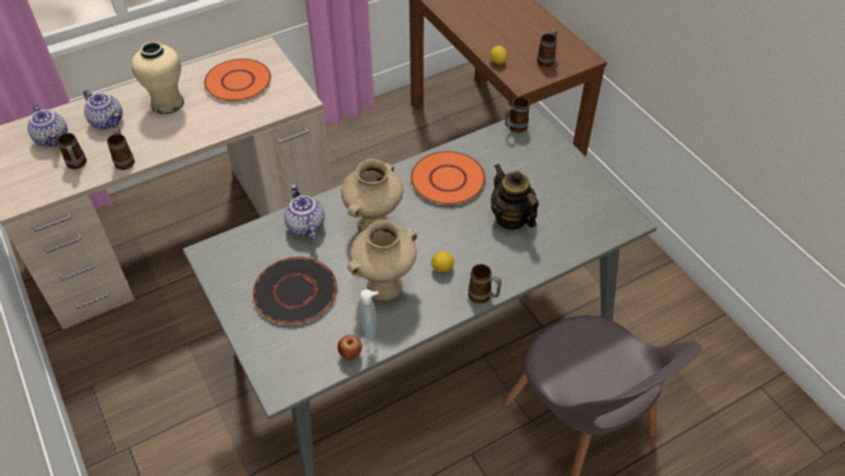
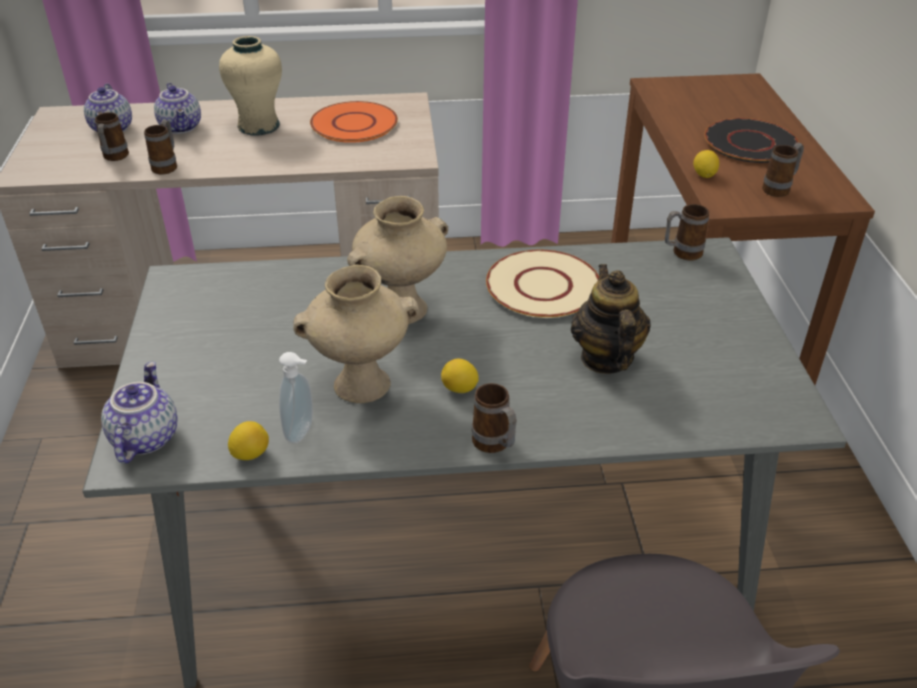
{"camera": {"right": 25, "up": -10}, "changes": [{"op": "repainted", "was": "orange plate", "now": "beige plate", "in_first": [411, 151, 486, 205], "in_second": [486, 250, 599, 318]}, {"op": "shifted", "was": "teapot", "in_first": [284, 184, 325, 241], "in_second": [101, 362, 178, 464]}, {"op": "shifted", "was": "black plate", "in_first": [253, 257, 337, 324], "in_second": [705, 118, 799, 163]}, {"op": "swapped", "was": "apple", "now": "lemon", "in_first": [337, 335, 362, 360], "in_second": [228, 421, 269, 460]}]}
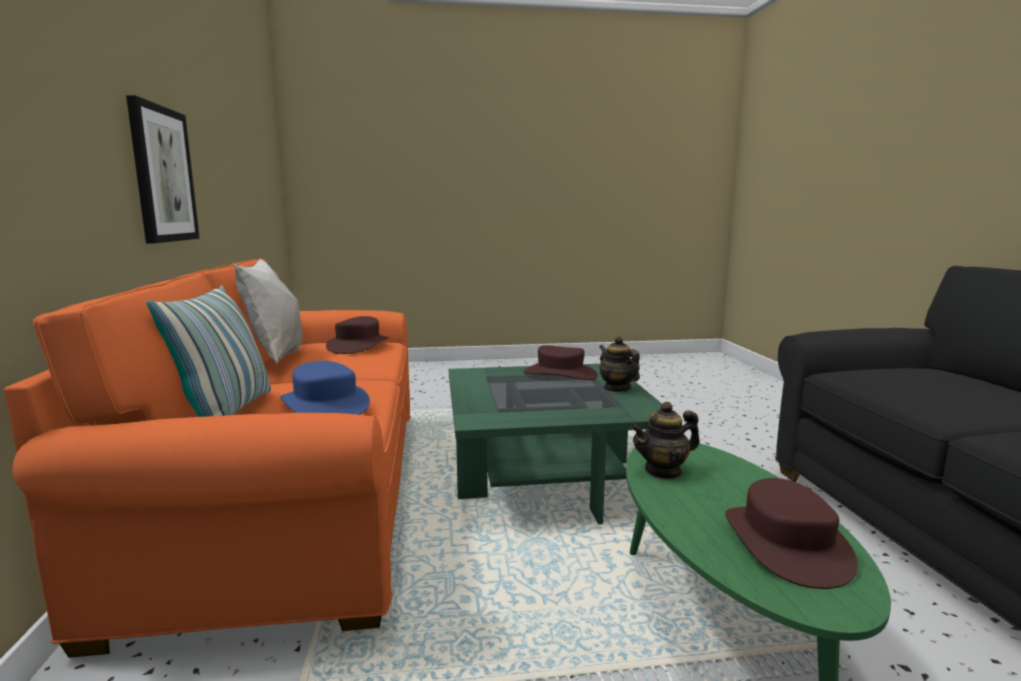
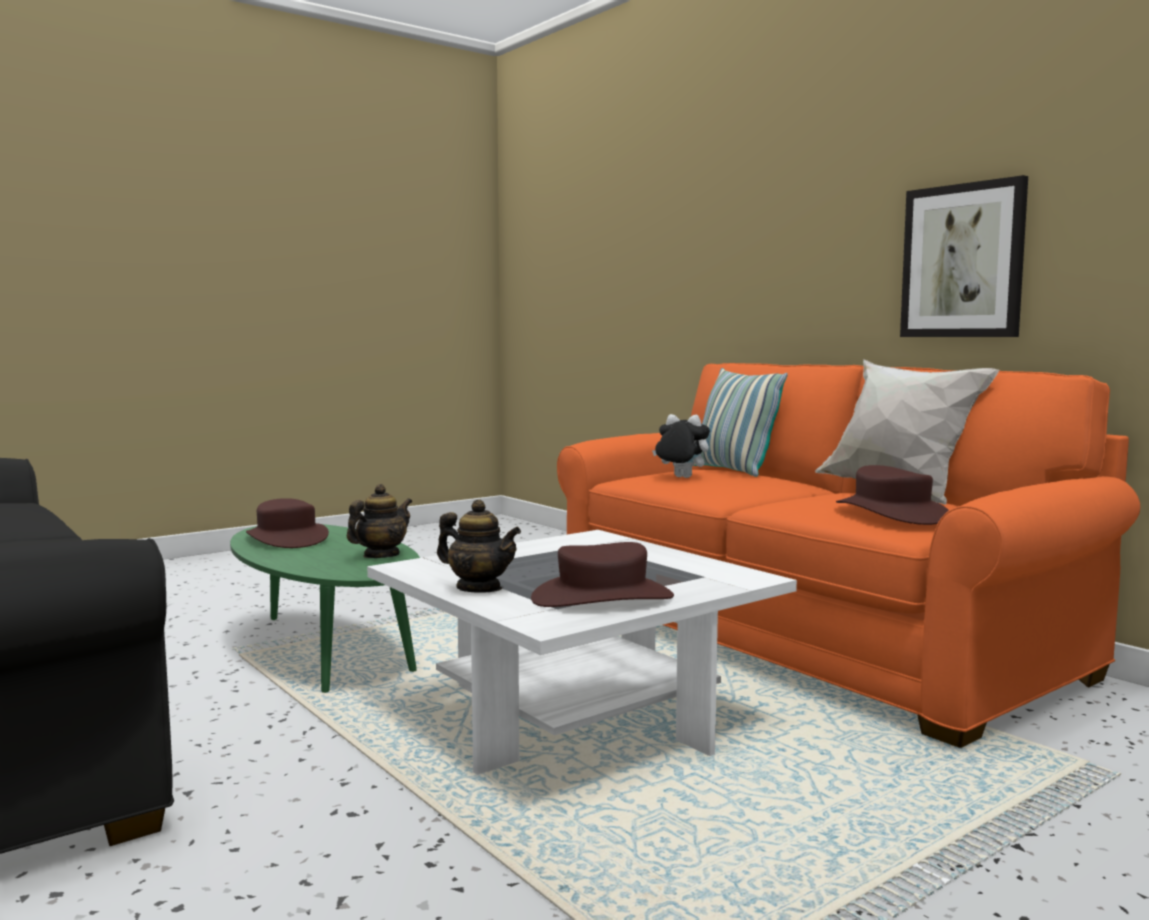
{"camera": {"right": 150, "up": -5}, "changes": [{"op": "swapped", "was": "blue hat", "now": "plush toy", "in_first": [280, 361, 370, 415], "in_second": [652, 414, 710, 478]}, {"op": "repainted", "was": "green coffee table", "now": "white coffee table", "in_first": [449, 364, 662, 524], "in_second": [367, 530, 797, 775]}]}
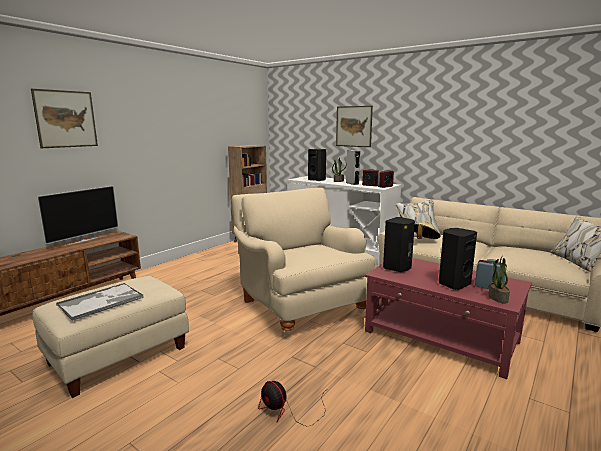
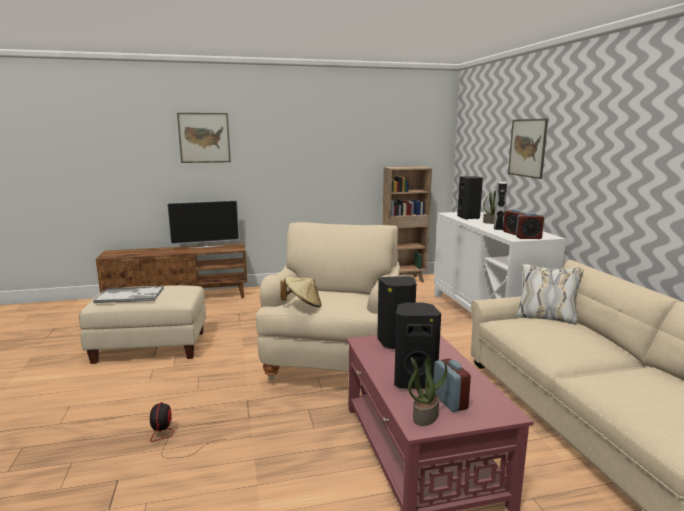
{"camera": {"right": 40, "up": 0}, "changes": [{"op": "shifted", "was": "beige hat", "in_first": [414, 221, 441, 239], "in_second": [280, 277, 322, 308]}]}
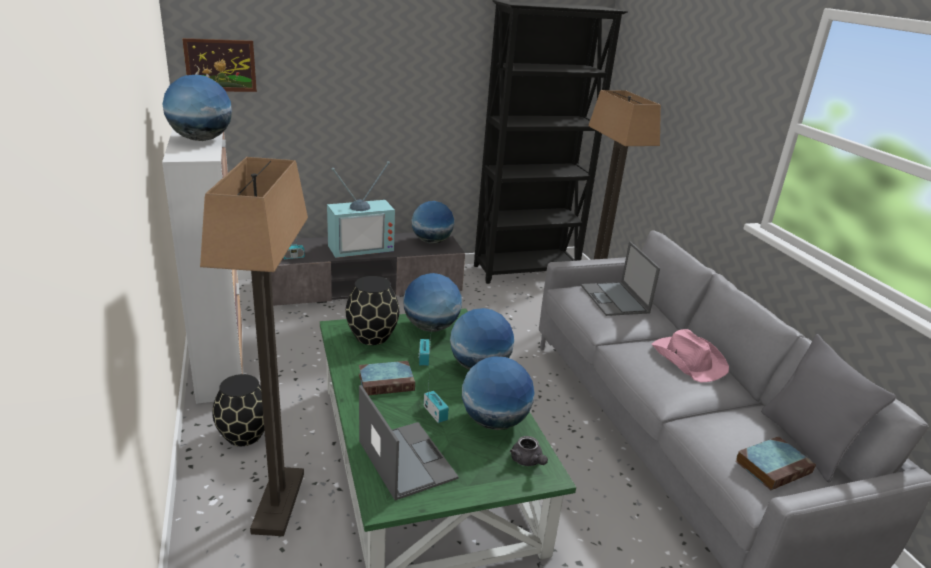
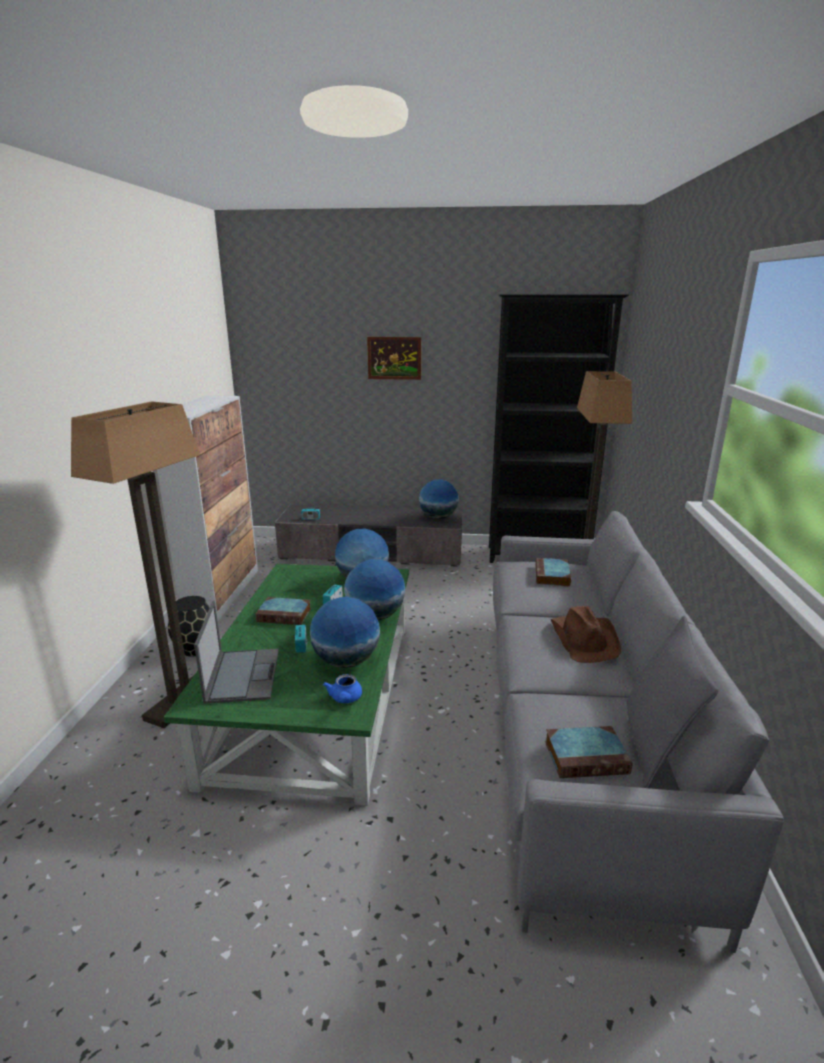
{"camera": {"right": 25, "up": -5}, "changes": [{"op": "shifted", "was": "picture", "in_first": [182, 38, 257, 92], "in_second": [367, 337, 421, 380]}, {"op": "gone", "was": "globe", "in_first": [162, 75, 232, 141]}, {"op": "gone", "was": "television", "in_first": [327, 161, 395, 258]}, {"op": "swapped", "was": "laptop", "now": "book", "in_first": [581, 241, 660, 316], "in_second": [535, 558, 571, 587]}, {"op": "gone", "was": "black vase", "in_first": [346, 276, 399, 345]}, {"op": "repainted", "was": "pink hat", "now": "brown hat", "in_first": [652, 329, 729, 382], "in_second": [551, 606, 621, 663]}, {"op": "repainted", "was": "grey teapot", "now": "blue teapot", "in_first": [510, 436, 548, 466], "in_second": [323, 674, 362, 703]}]}
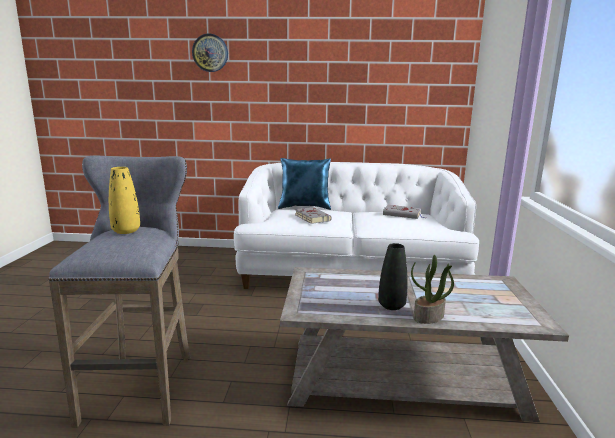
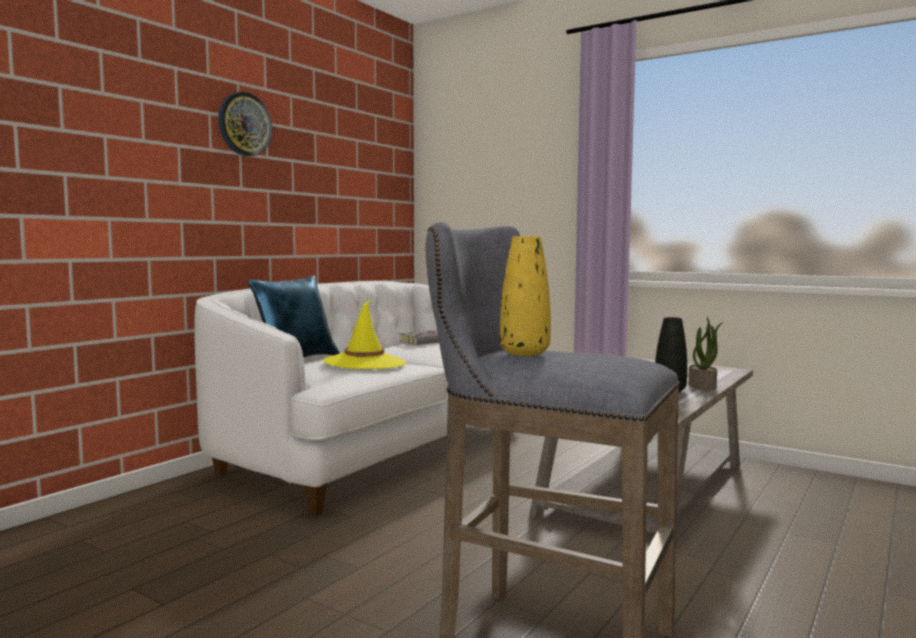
{"camera": {"right": -60, "up": -10}, "changes": [{"op": "shifted", "was": "wall clock", "in_first": [192, 34, 228, 72], "in_second": [218, 92, 272, 156]}, {"op": "swapped", "was": "grey book", "now": "yellow hat", "in_first": [295, 207, 332, 224], "in_second": [323, 300, 406, 369]}]}
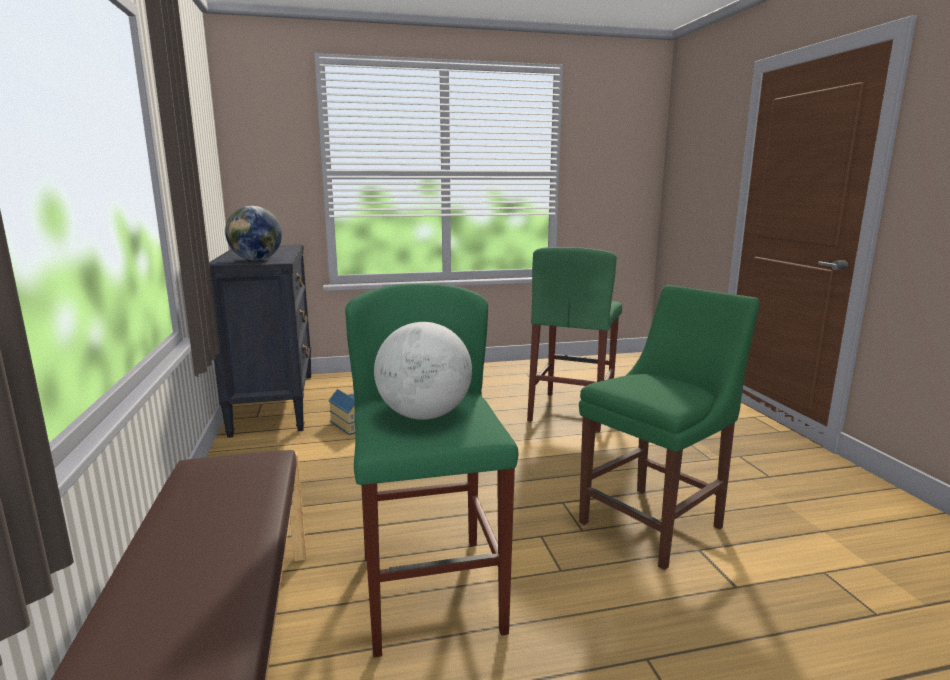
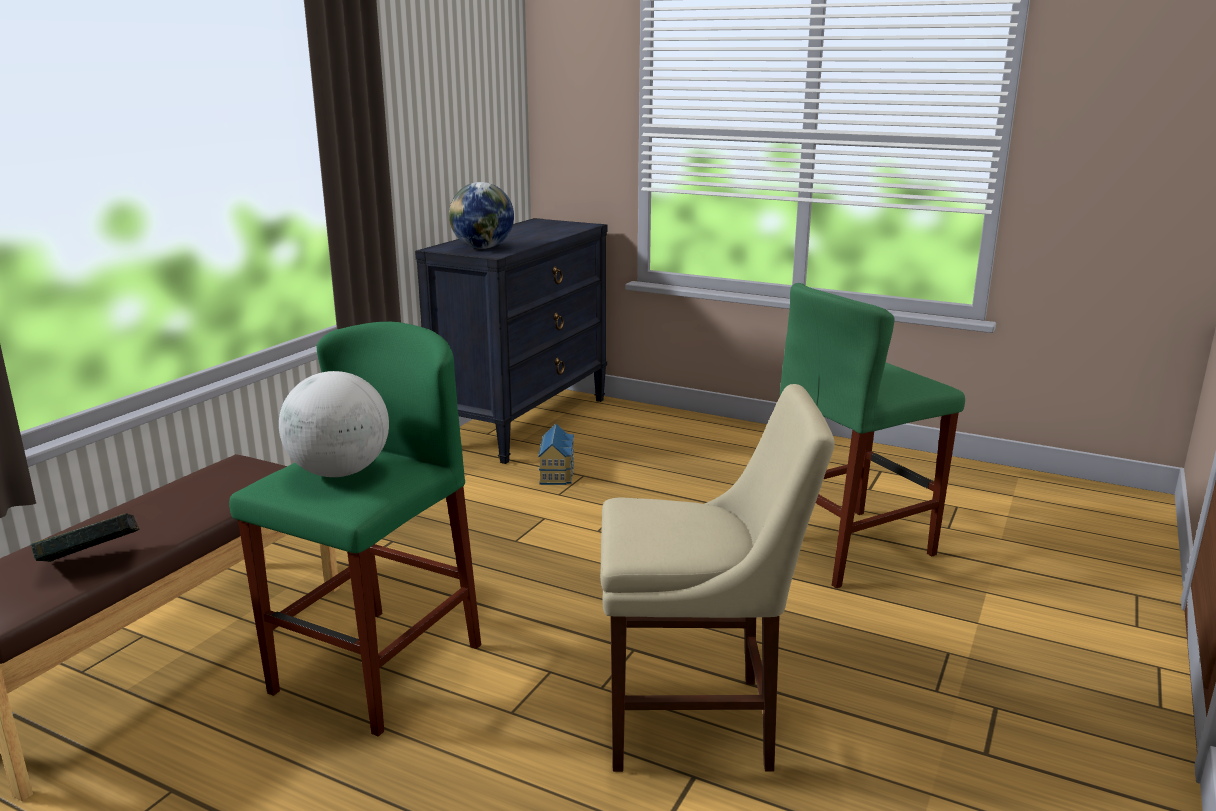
{"camera": {"right": 40, "up": 5}, "changes": [{"op": "repainted", "was": "green chair", "now": "beige chair", "in_first": [579, 285, 760, 570], "in_second": [600, 384, 835, 772]}, {"op": "new", "now": "book", "in_second": [30, 513, 139, 562]}]}
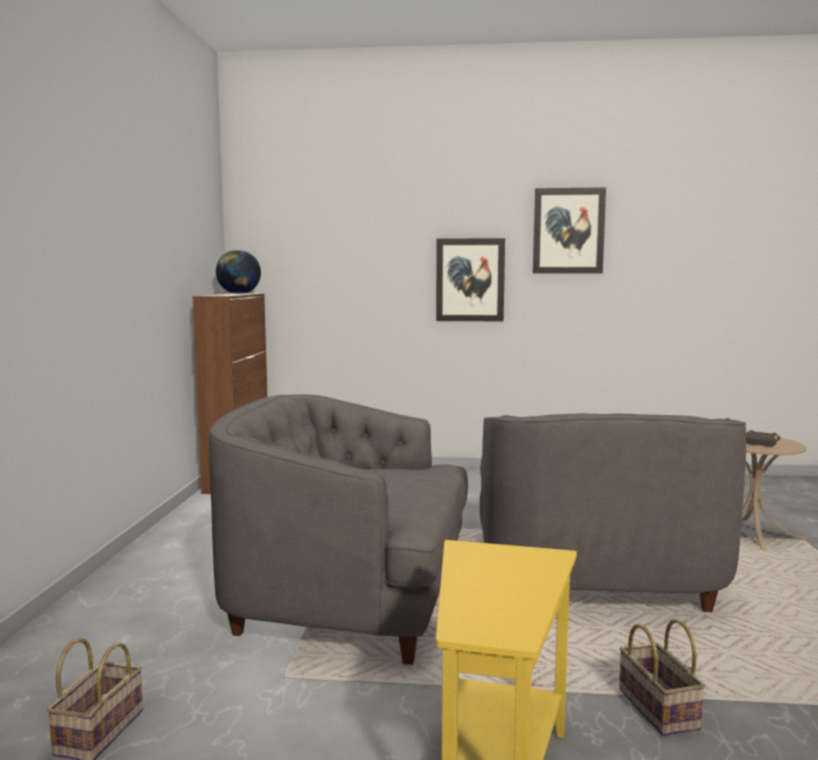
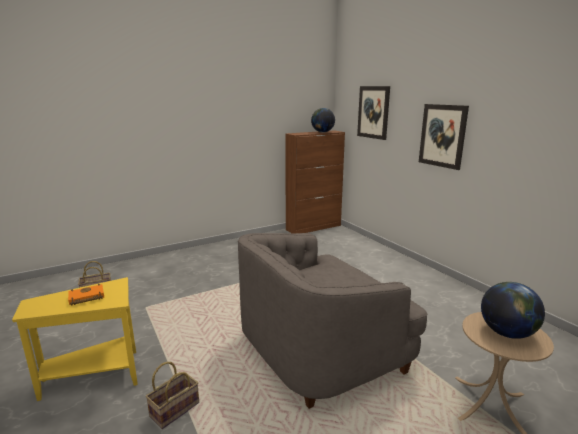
{"camera": {"right": 55, "up": 10}, "changes": [{"op": "shifted", "was": "picture", "in_first": [533, 187, 606, 274], "in_second": [357, 86, 390, 140]}, {"op": "gone", "was": "grey armchair", "in_first": [209, 394, 468, 665]}, {"op": "swapped", "was": "black book", "now": "globe", "in_first": [746, 430, 781, 447], "in_second": [481, 282, 545, 339]}, {"op": "new", "now": "orange book", "in_second": [68, 284, 104, 306]}]}
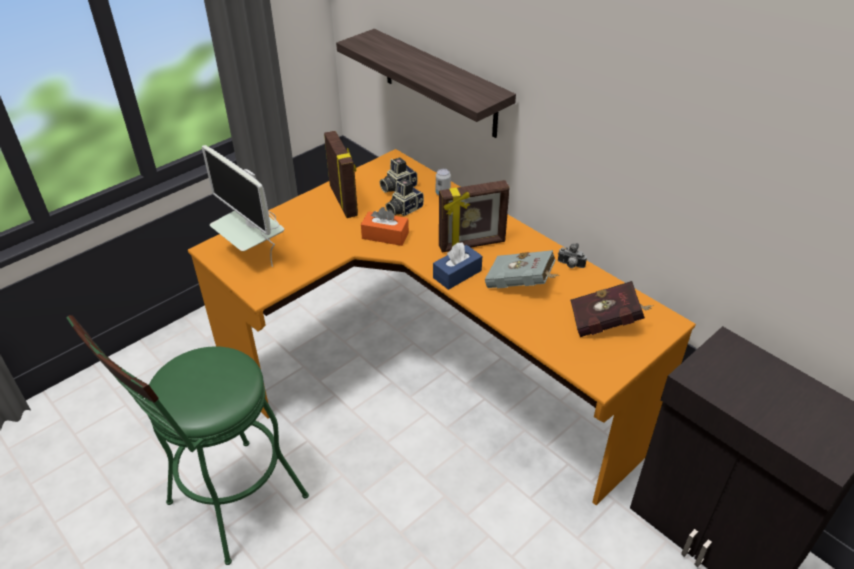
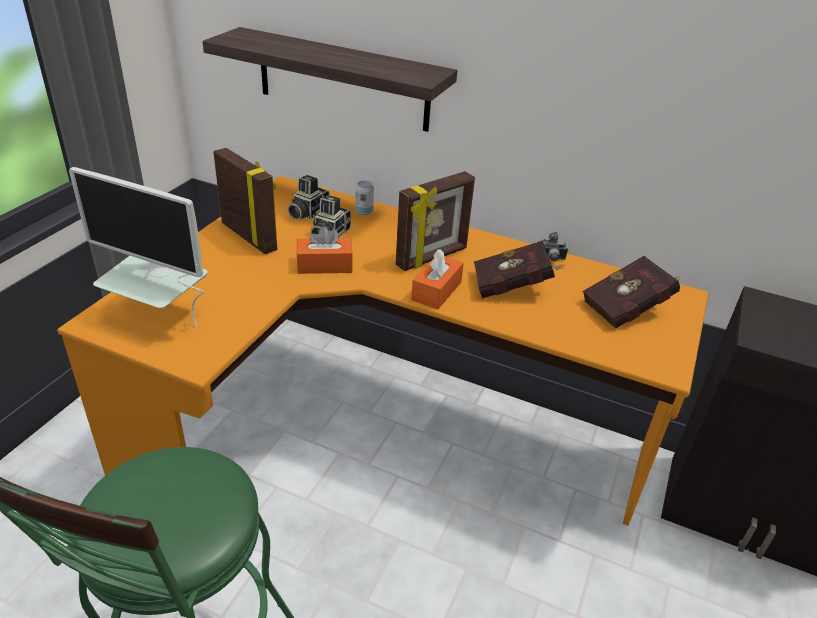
{"camera": {"right": -25, "up": -5}, "changes": [{"op": "repainted", "was": "blue tissue box", "now": "orange tissue box", "in_first": [433, 242, 482, 290], "in_second": [411, 249, 464, 309]}, {"op": "repainted", "was": "grey book", "now": "red book", "in_first": [485, 250, 559, 288], "in_second": [474, 241, 565, 298]}]}
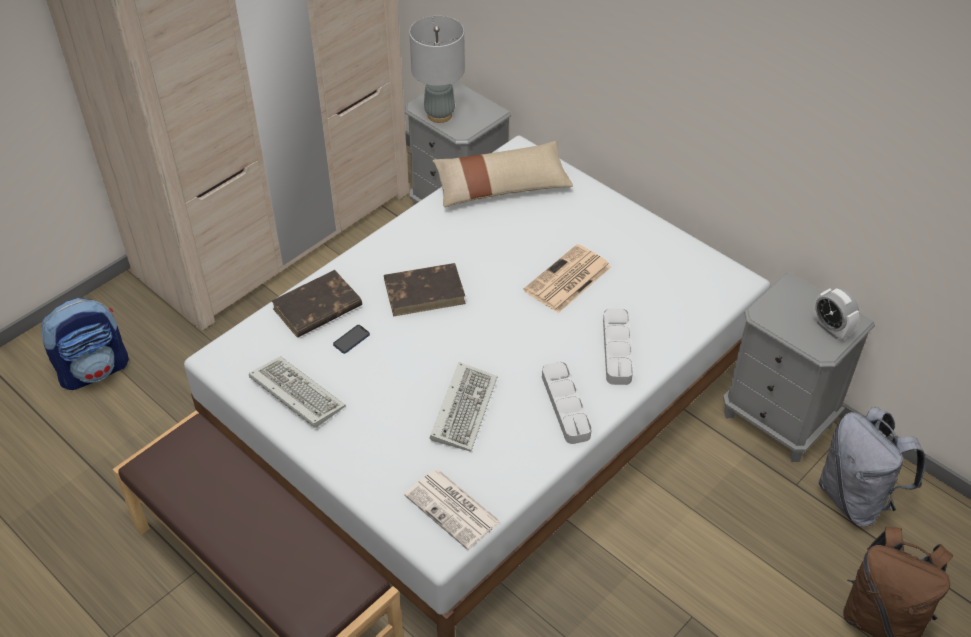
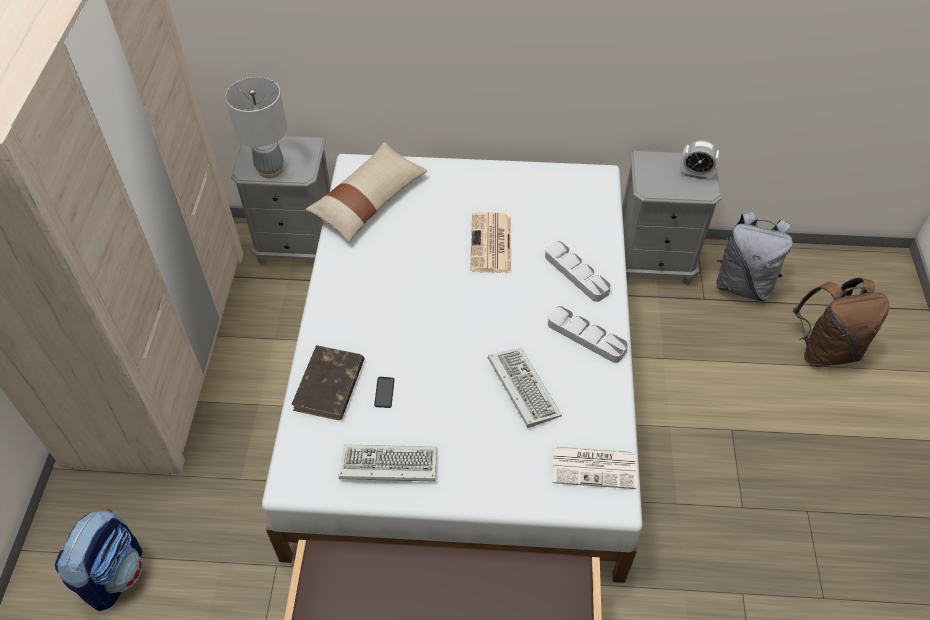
{"camera": {"right": -40, "up": 5}, "changes": [{"op": "gone", "was": "brown book", "in_first": [384, 263, 466, 317]}]}
